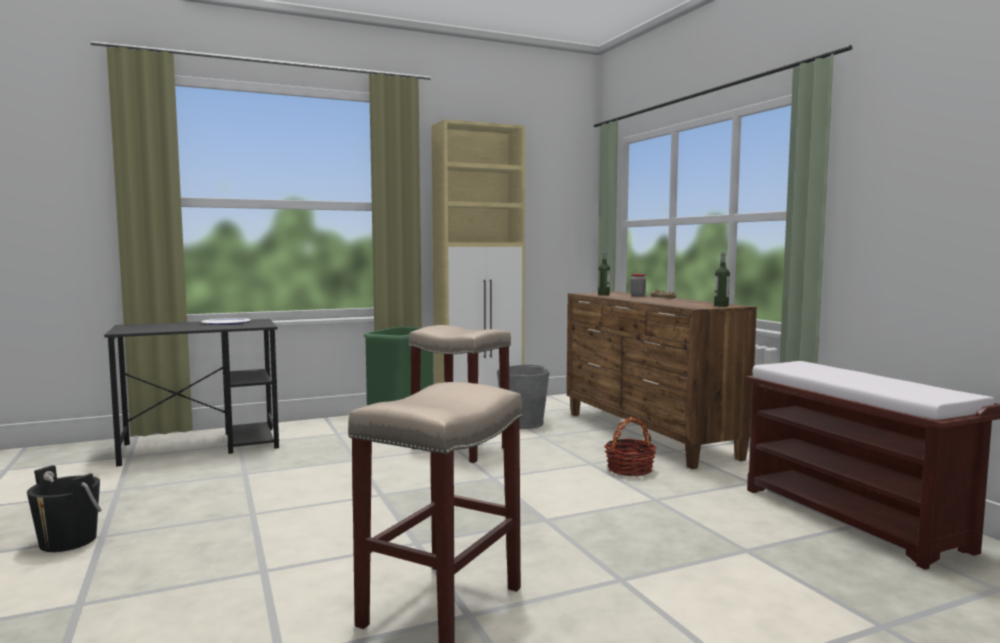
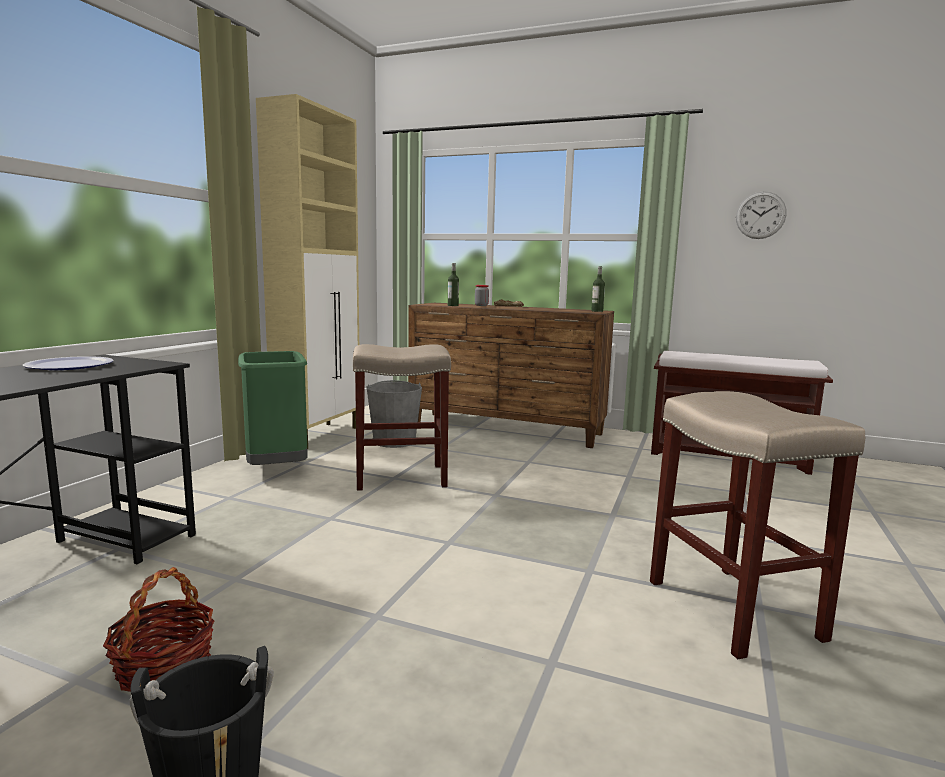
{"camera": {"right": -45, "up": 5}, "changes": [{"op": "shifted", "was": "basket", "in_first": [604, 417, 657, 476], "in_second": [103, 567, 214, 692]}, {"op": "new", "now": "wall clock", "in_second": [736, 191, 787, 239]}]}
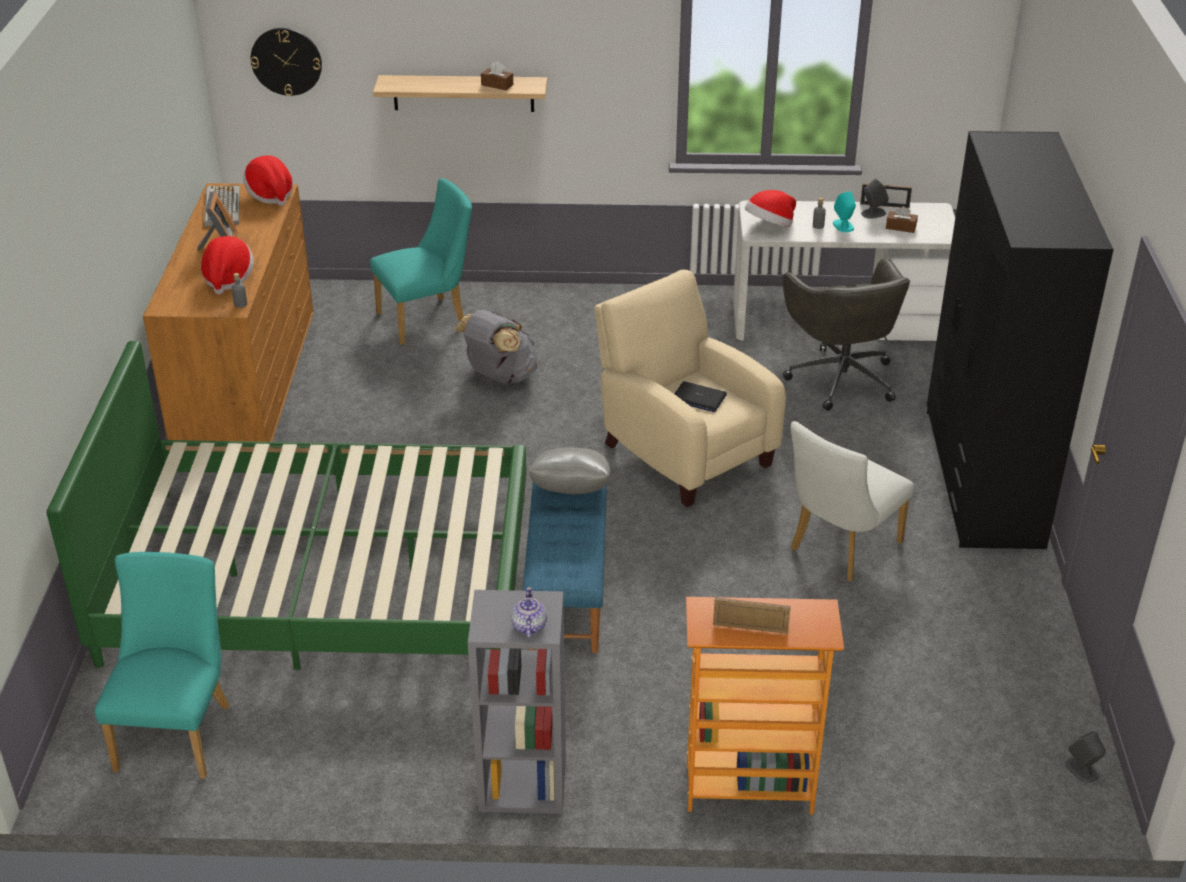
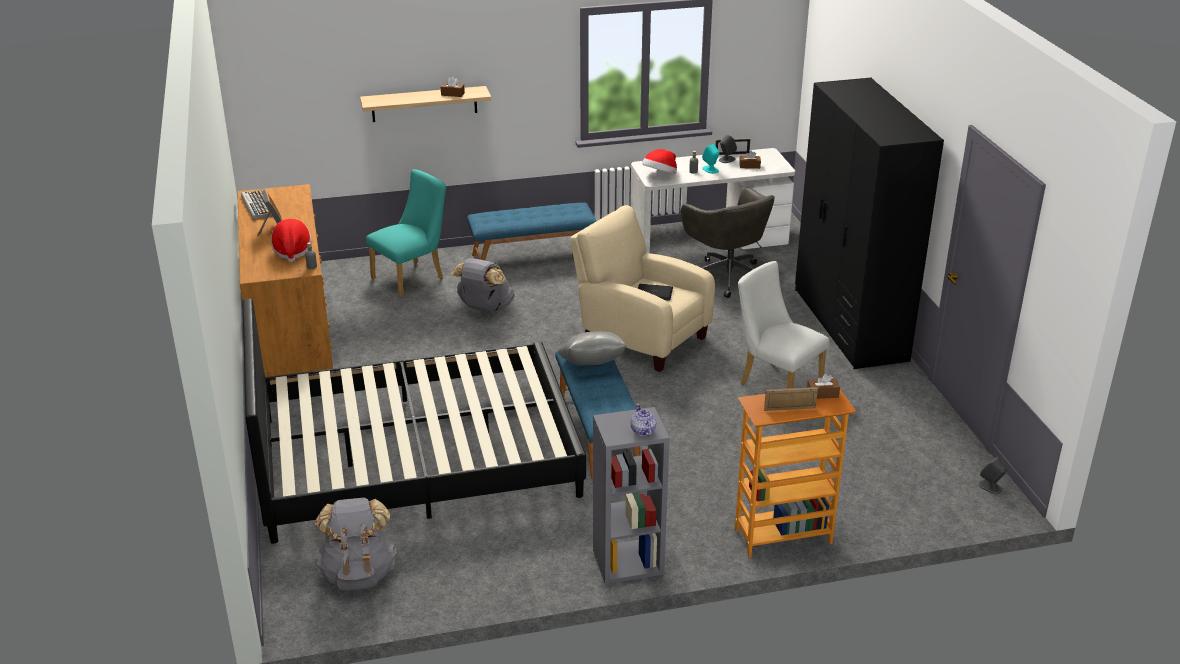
{"camera": {"right": -15, "up": -5}, "changes": [{"op": "gone", "was": "wall clock", "in_first": [251, 28, 322, 96]}, {"op": "gone", "was": "hat", "in_first": [243, 155, 293, 206]}, {"op": "repainted", "was": "green bed", "now": "black bed", "in_first": [47, 341, 527, 670], "in_second": [242, 299, 586, 544]}, {"op": "rotated", "was": "white chair", "in_first": [791, 421, 914, 581], "in_second": [738, 261, 829, 389], "clockwise": 105}, {"op": "swapped", "was": "turquoise chair", "now": "grey backpack", "in_first": [94, 552, 230, 779], "in_second": [315, 497, 397, 590]}, {"op": "new", "now": "blue bench", "in_second": [467, 203, 596, 260]}, {"op": "new", "now": "brown tissue box", "in_second": [807, 374, 840, 399]}]}
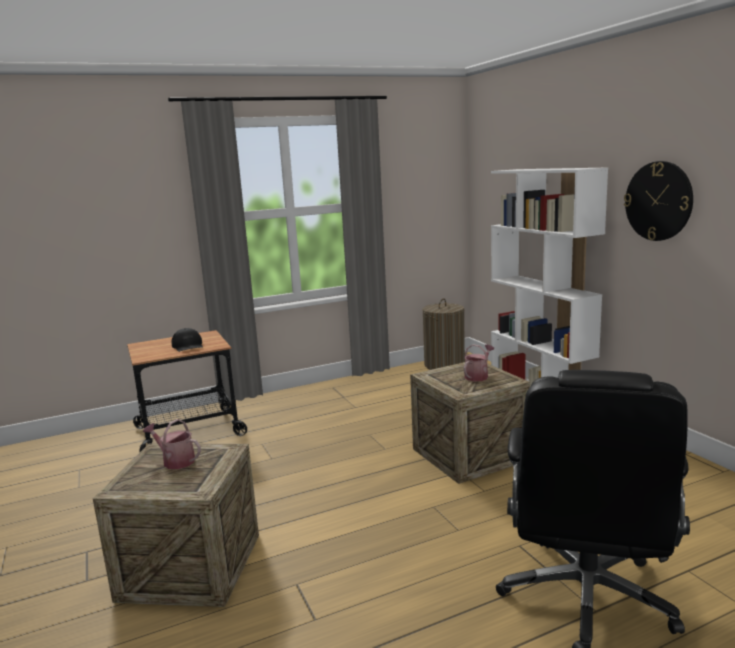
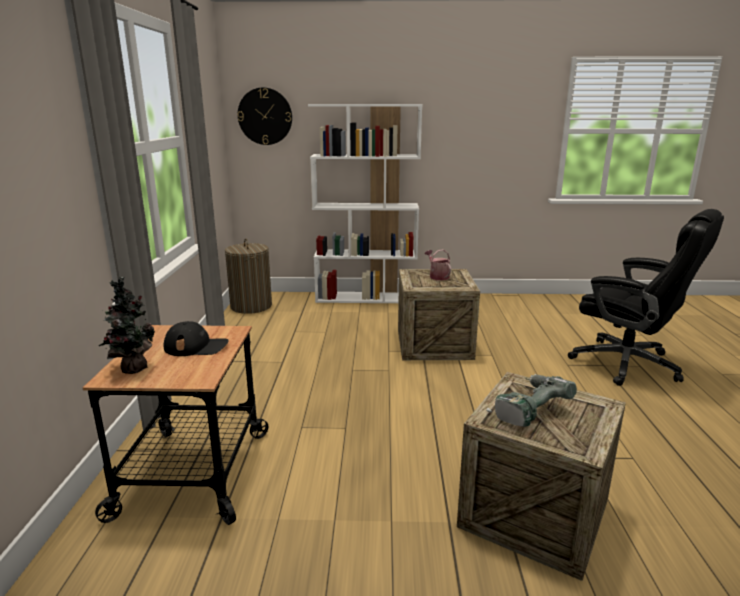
{"camera": {"right": -65, "up": 5}, "changes": [{"op": "shifted", "was": "wall clock", "in_first": [624, 161, 693, 241], "in_second": [237, 87, 292, 145]}, {"op": "swapped", "was": "watering can", "now": "power drill", "in_first": [143, 419, 201, 469], "in_second": [486, 374, 577, 427]}, {"op": "new", "now": "potted plant", "in_second": [99, 276, 155, 374]}]}
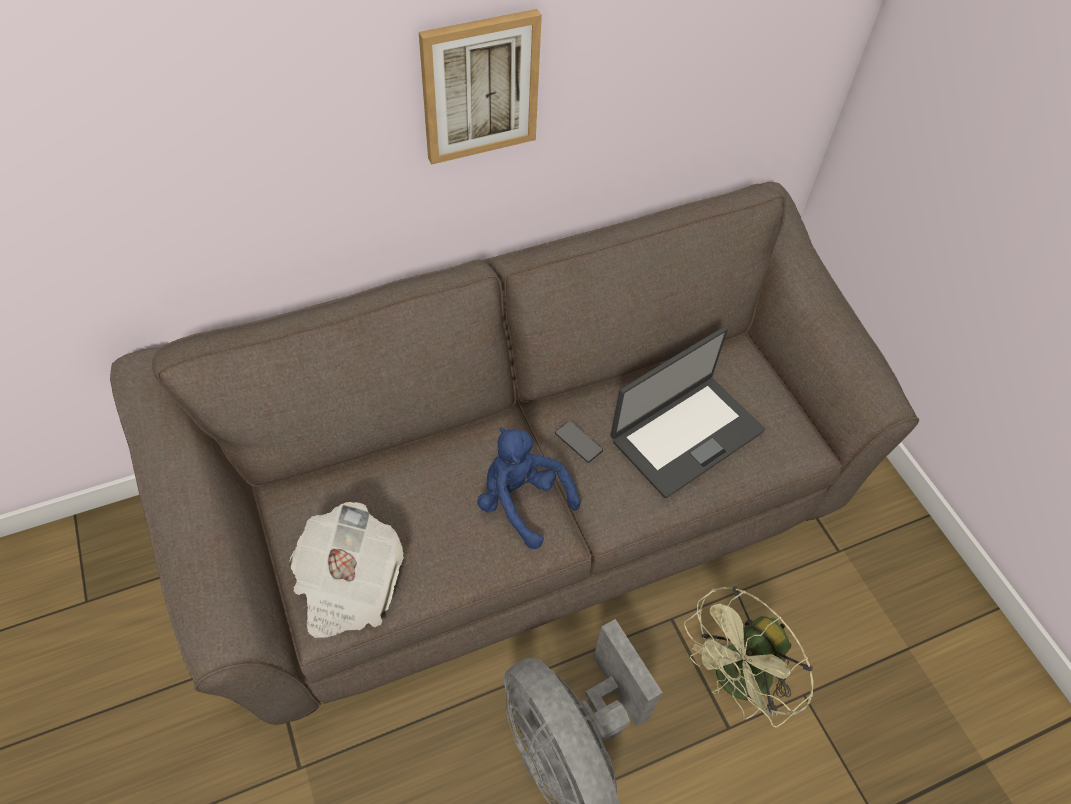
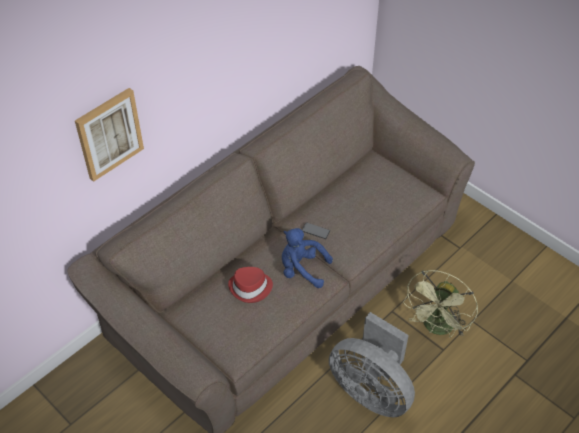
{"camera": {"right": -20, "up": -5}, "changes": [{"op": "shifted", "was": "picture", "in_first": [419, 9, 542, 165], "in_second": [75, 88, 144, 182]}, {"op": "gone", "was": "laptop", "in_first": [611, 327, 765, 498]}, {"op": "gone", "was": "newspaper", "in_first": [289, 502, 404, 638]}, {"op": "new", "now": "red hat", "in_second": [228, 267, 273, 303]}]}
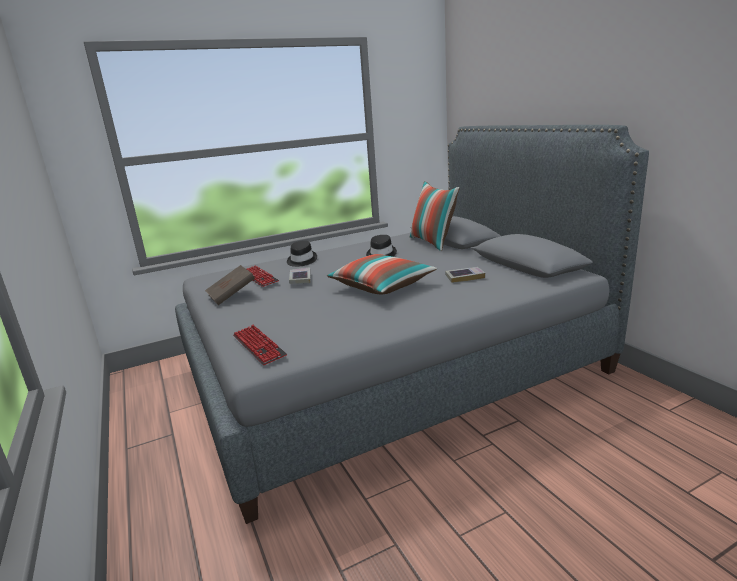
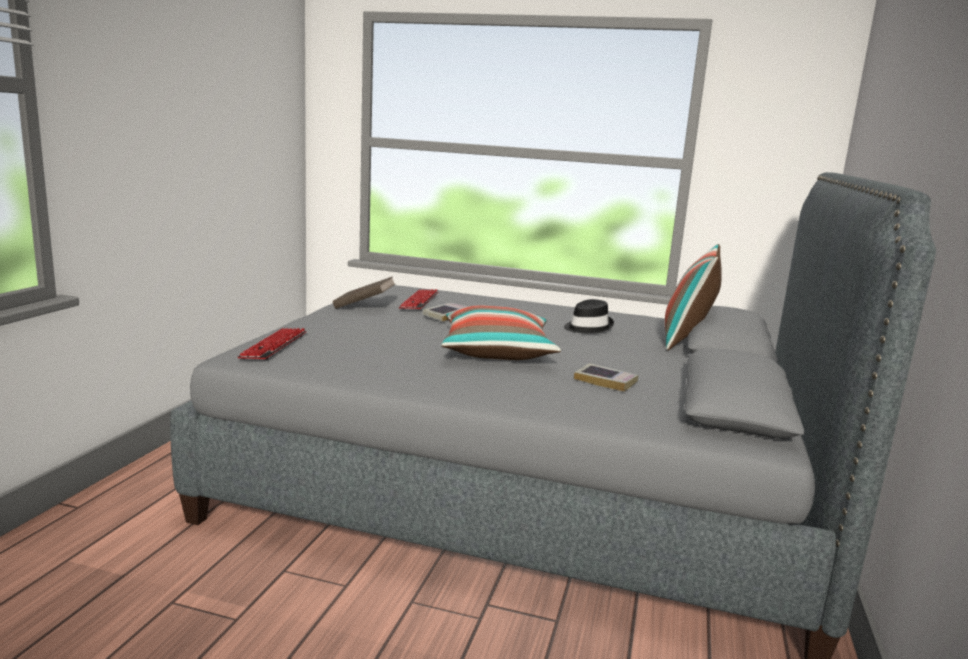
{"camera": {"right": 40, "up": -5}, "changes": [{"op": "gone", "was": "black hat", "in_first": [287, 241, 317, 267]}]}
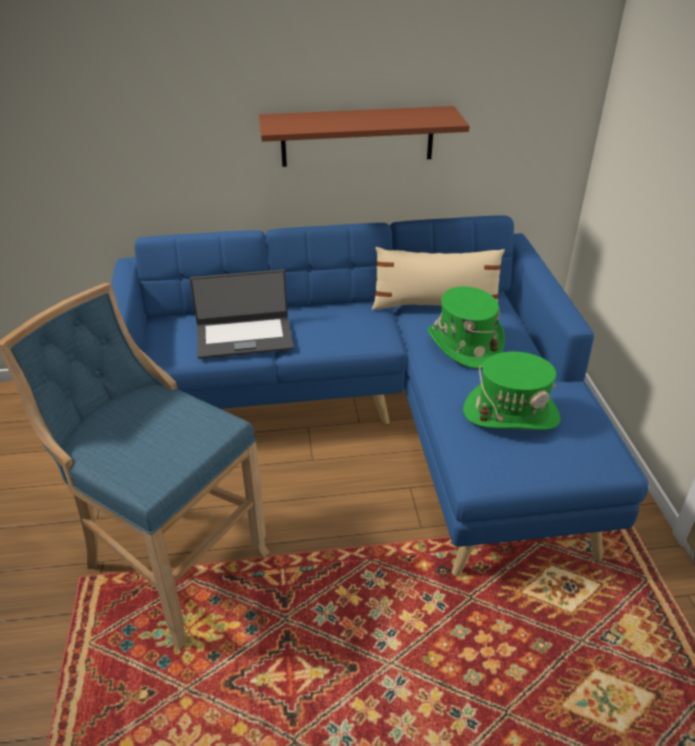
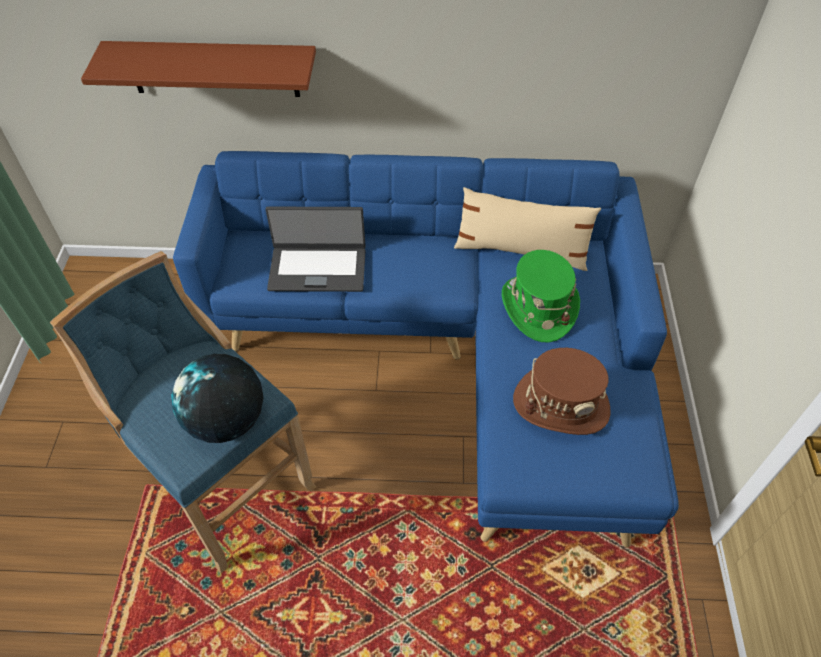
{"camera": {"right": 10, "up": 15}, "changes": [{"op": "shifted", "was": "brown shelf", "in_first": [259, 106, 469, 167], "in_second": [81, 41, 316, 97]}, {"op": "repainted", "was": "green hat", "now": "brown hat", "in_first": [463, 352, 561, 430], "in_second": [513, 348, 611, 435]}, {"op": "new", "now": "globe", "in_second": [171, 354, 263, 443]}]}
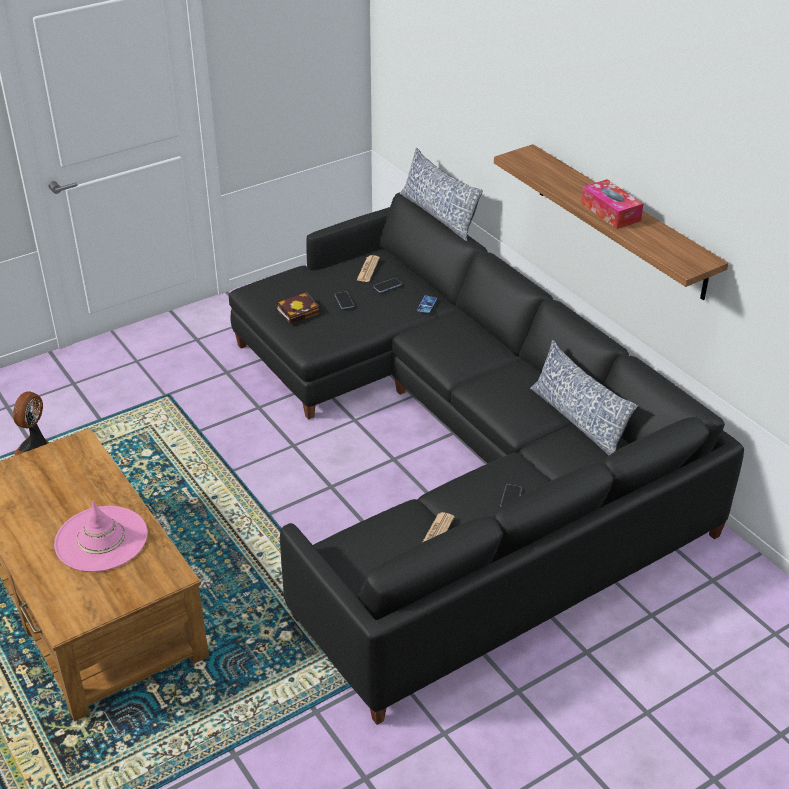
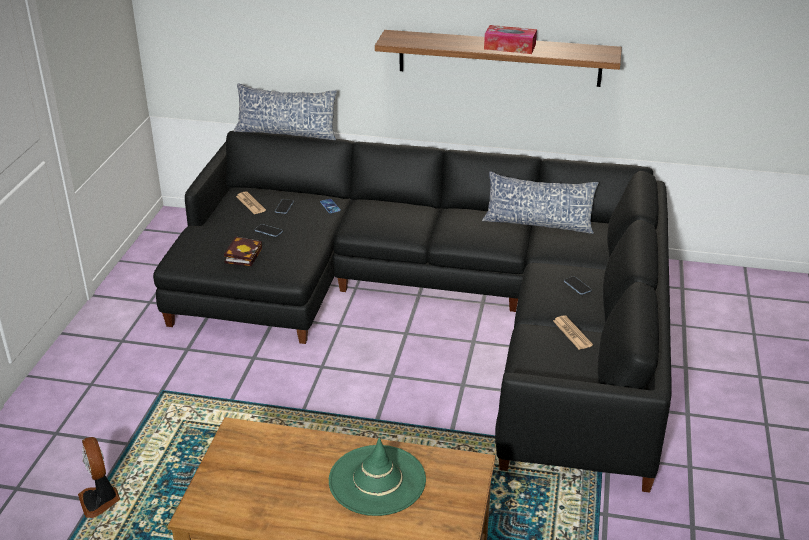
{"camera": {"right": -45, "up": -5}, "changes": [{"op": "repainted", "was": "pink hat", "now": "green hat", "in_first": [54, 500, 148, 572], "in_second": [329, 437, 426, 516]}]}
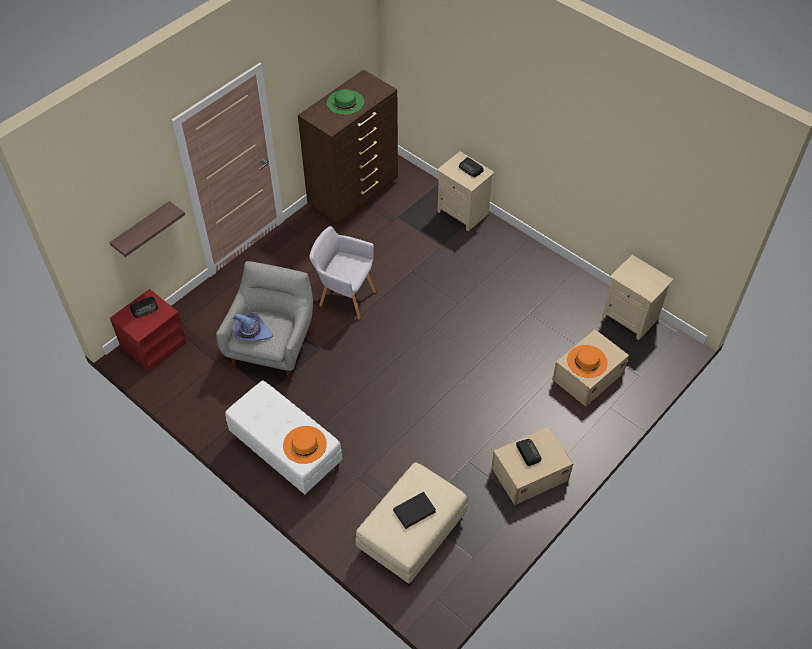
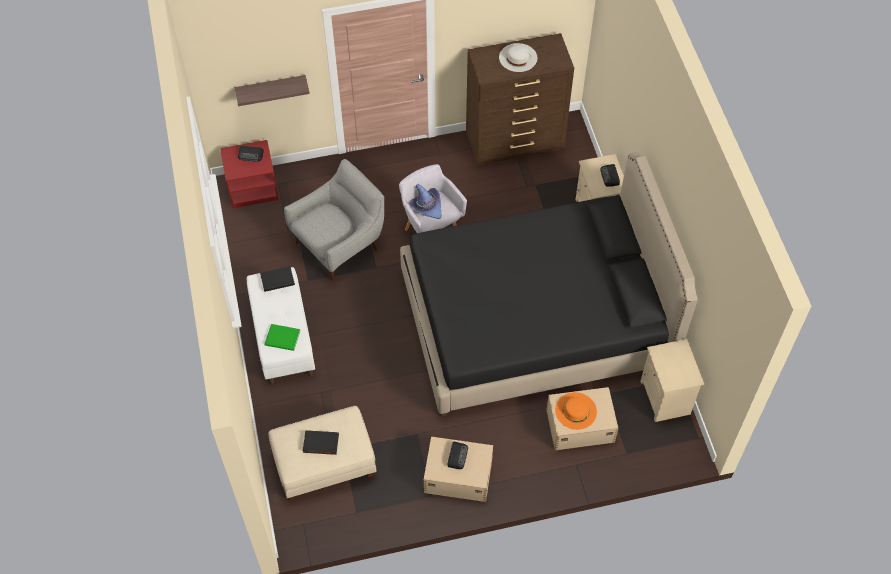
{"camera": {"right": 35, "up": 5}, "changes": [{"op": "repainted", "was": "green hat", "now": "white hat", "in_first": [327, 89, 364, 115], "in_second": [499, 43, 537, 72]}, {"op": "shifted", "was": "purple hat", "in_first": [233, 312, 273, 341], "in_second": [409, 184, 442, 219]}, {"op": "swapped", "was": "orange hat", "now": "green book", "in_first": [283, 426, 327, 464], "in_second": [264, 324, 300, 351]}, {"op": "new", "now": "black bed", "in_second": [400, 152, 698, 417]}, {"op": "new", "now": "black book", "in_second": [260, 266, 295, 292]}]}
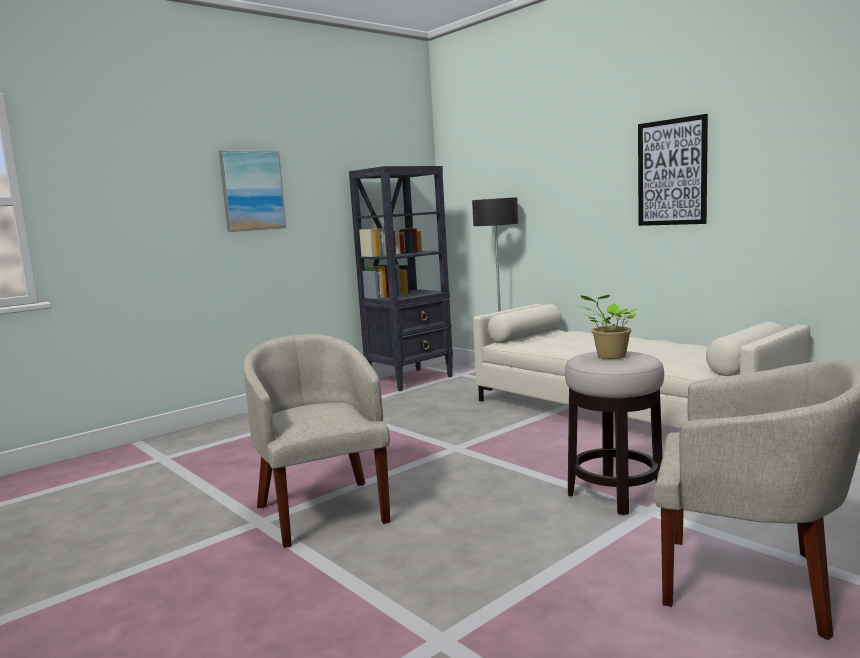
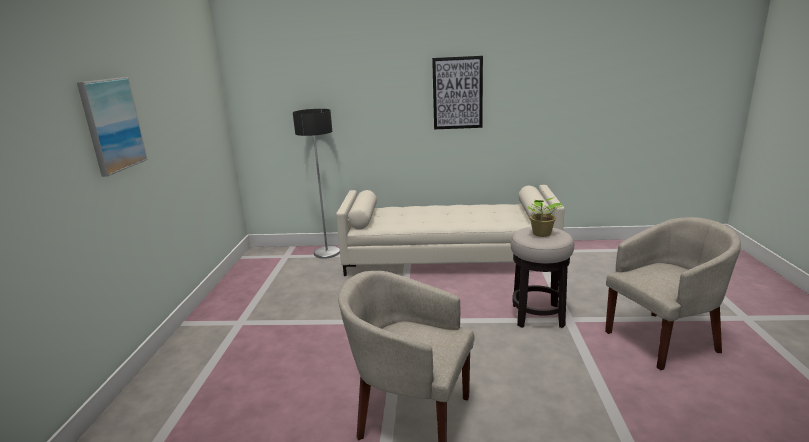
{"camera": {"right": -45, "up": 10}, "changes": [{"op": "gone", "was": "black bookcase", "in_first": [349, 166, 453, 391]}]}
